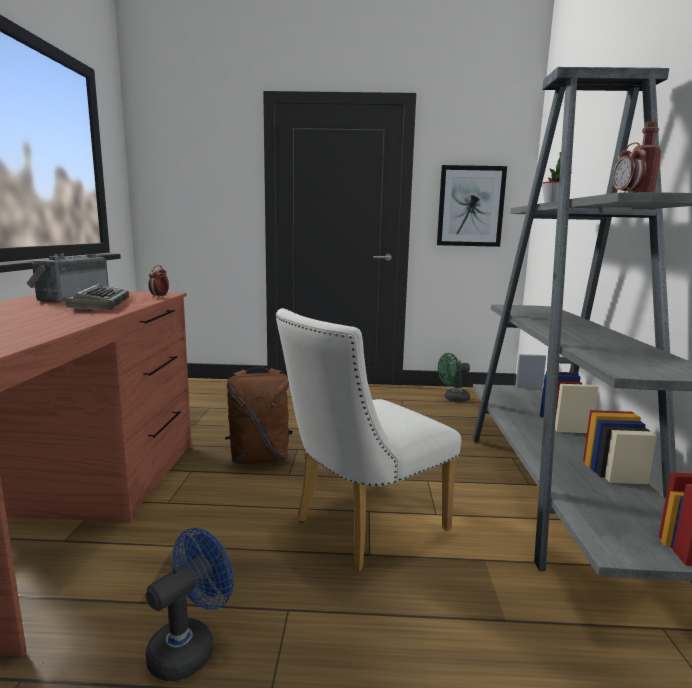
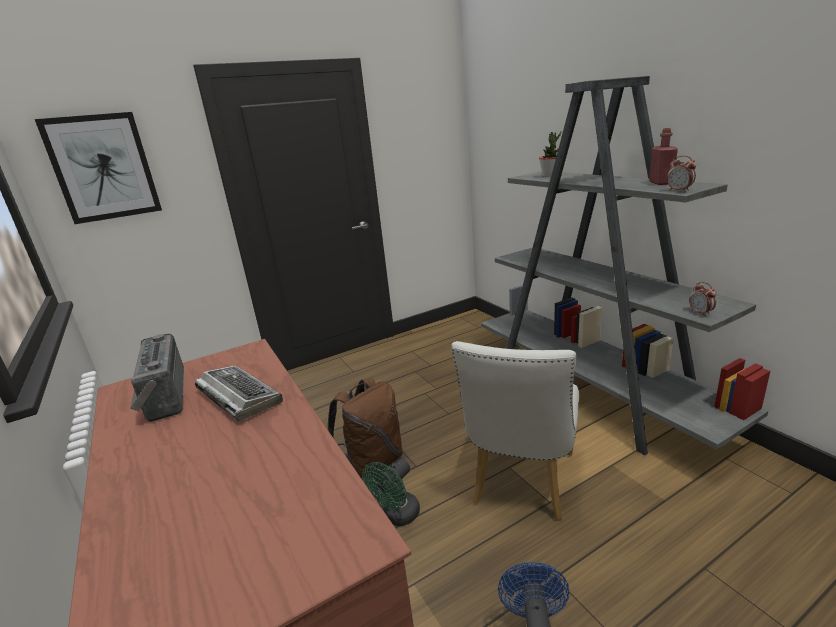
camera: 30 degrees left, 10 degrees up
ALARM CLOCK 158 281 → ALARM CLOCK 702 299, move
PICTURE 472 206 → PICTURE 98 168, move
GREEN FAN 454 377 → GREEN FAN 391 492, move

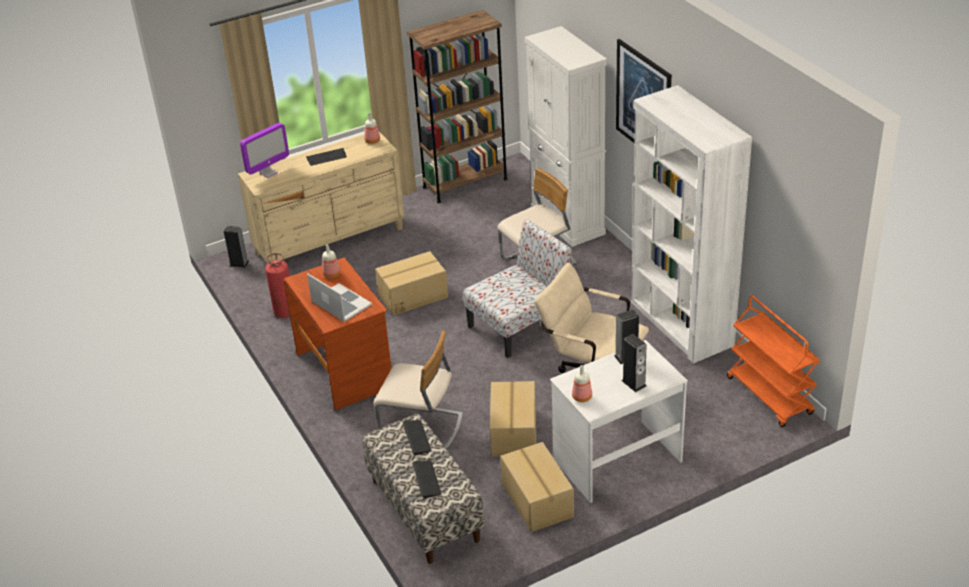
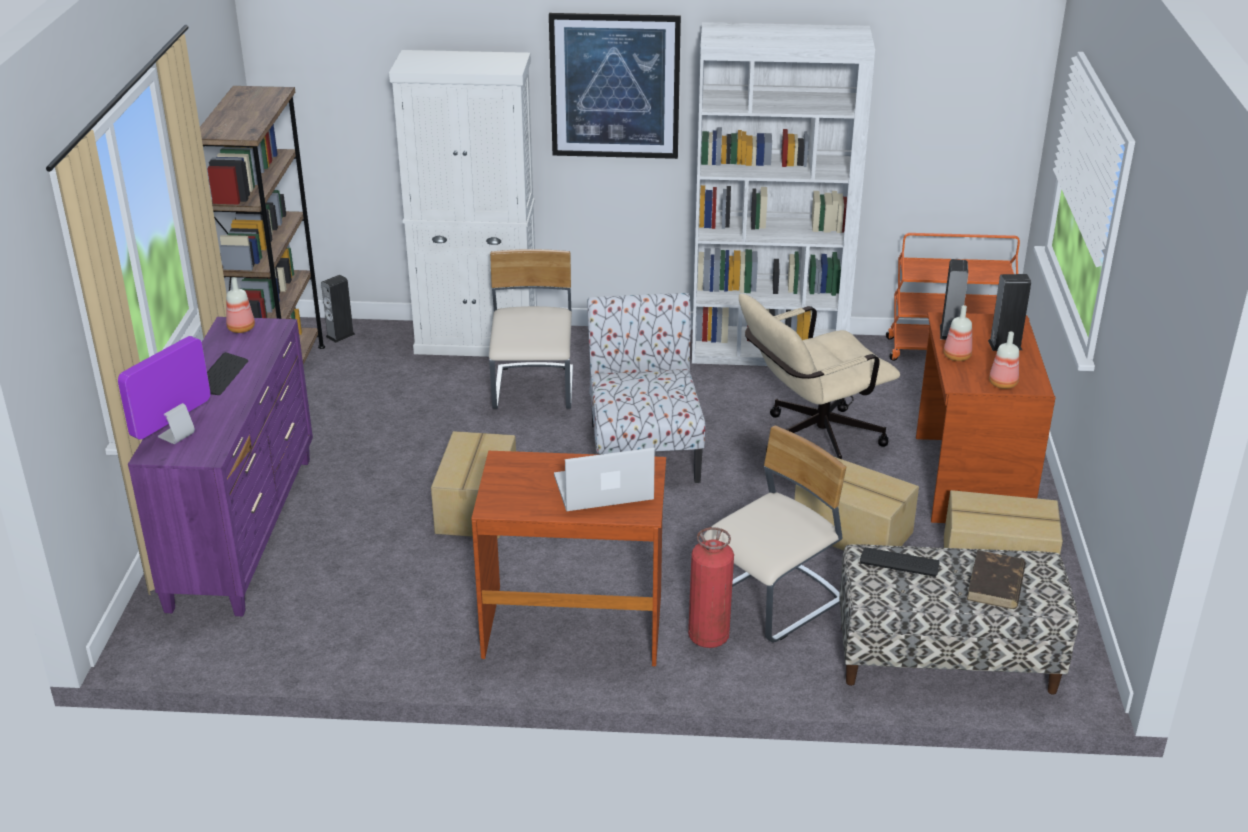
camera: 60 degrees left, 5 degrees down
SPEAKER 236 247 → SPEAKER 338 309, move
FIRE EXTINGUISHER 277 285 → FIRE EXTINGUISHER 711 587, move
BOTTLE 331 261 → BOTTLE 957 333, move
KEYBOARD 427 479 → BROWN BOOK 996 579
BEIGE DRESSER 321 198 → PURPLE DRESSER 220 466
WHITE DESK 619 421 → BROWN DESK 986 417
MONITOR 264 150 → MONITOR 164 390, 135 degrees counterclockwise

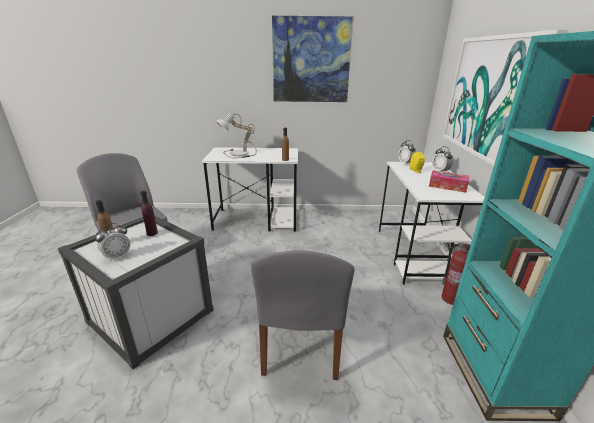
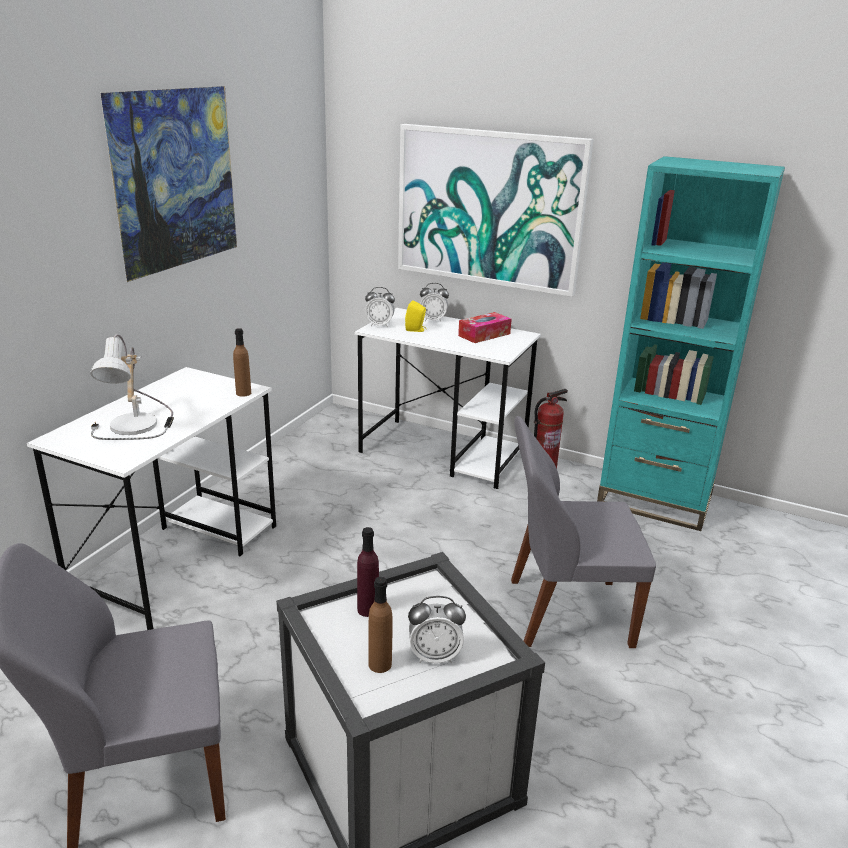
camera: 65 degrees left, 0 degrees up
ALARM CLOCK 113 242 → ALARM CLOCK 437 629, 105 degrees clockwise
GREY CHAIR 302 315 → GREY CHAIR 583 532, 150 degrees clockwise

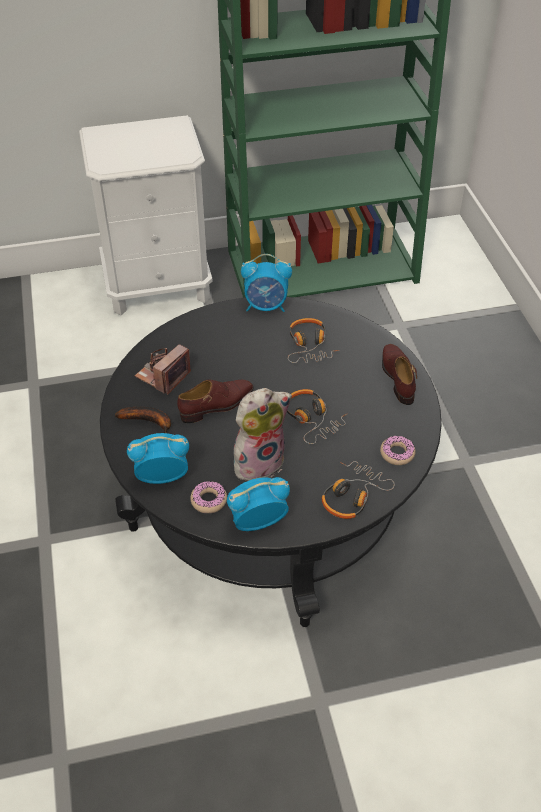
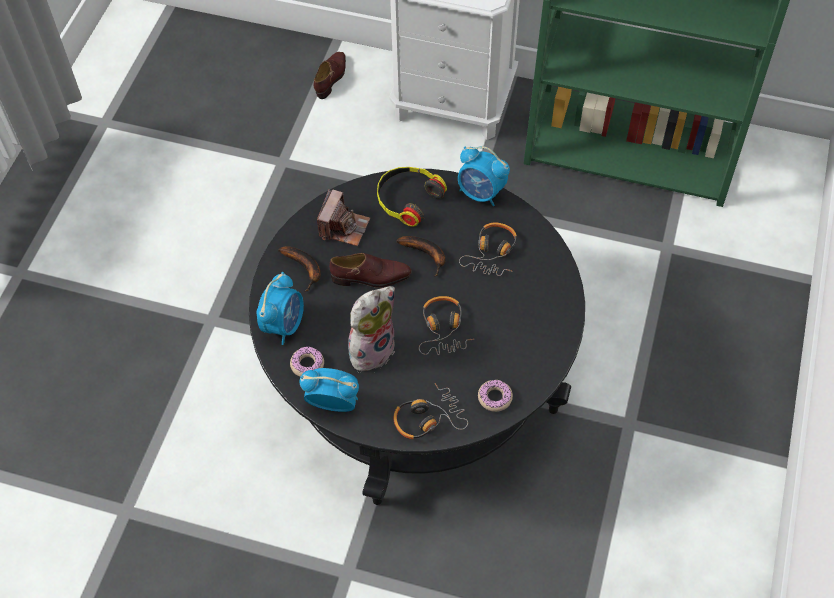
camera: 30 degrees right, 10 degrees up
- → HEADPHONES 412 197
- → BANANA 421 256
BROWN SHOE 399 374 → BROWN SHOE 329 75, move
ALARM CLOCK 158 458 → ALARM CLOCK 280 308, 90 degrees clockwise
PHOTO CAMERA 163 369 → PHOTO CAMERA 343 217, 135 degrees clockwise
PLUSH TOY 262 434 → PLUSH TOY 371 331, 45 degrees counterclockwise

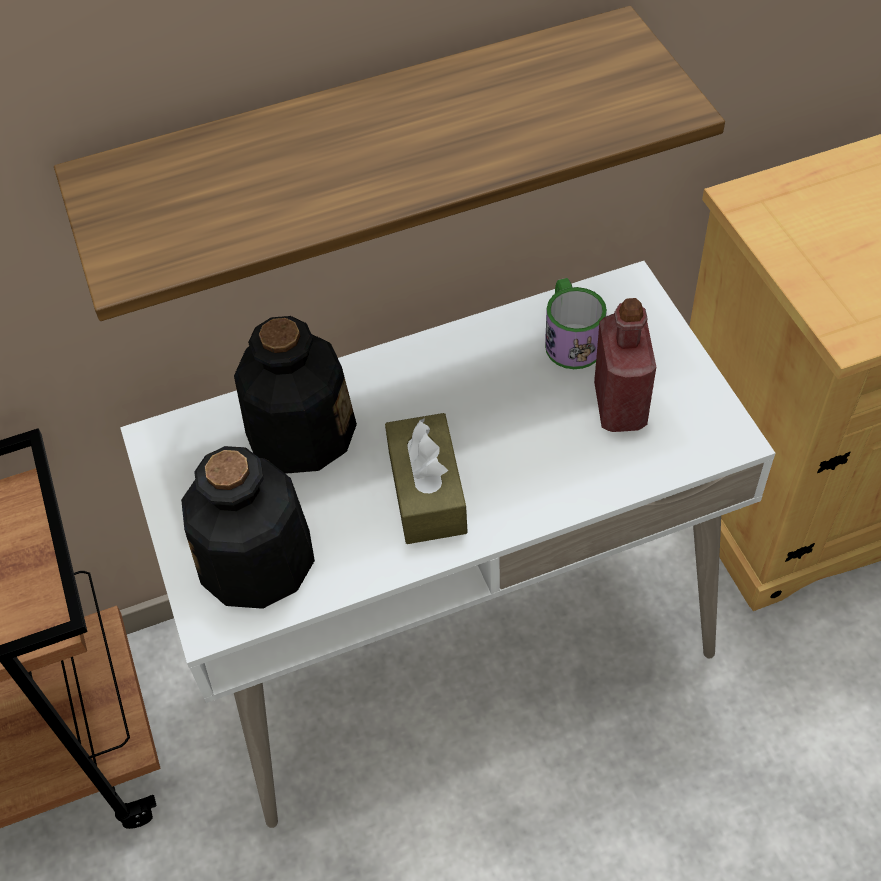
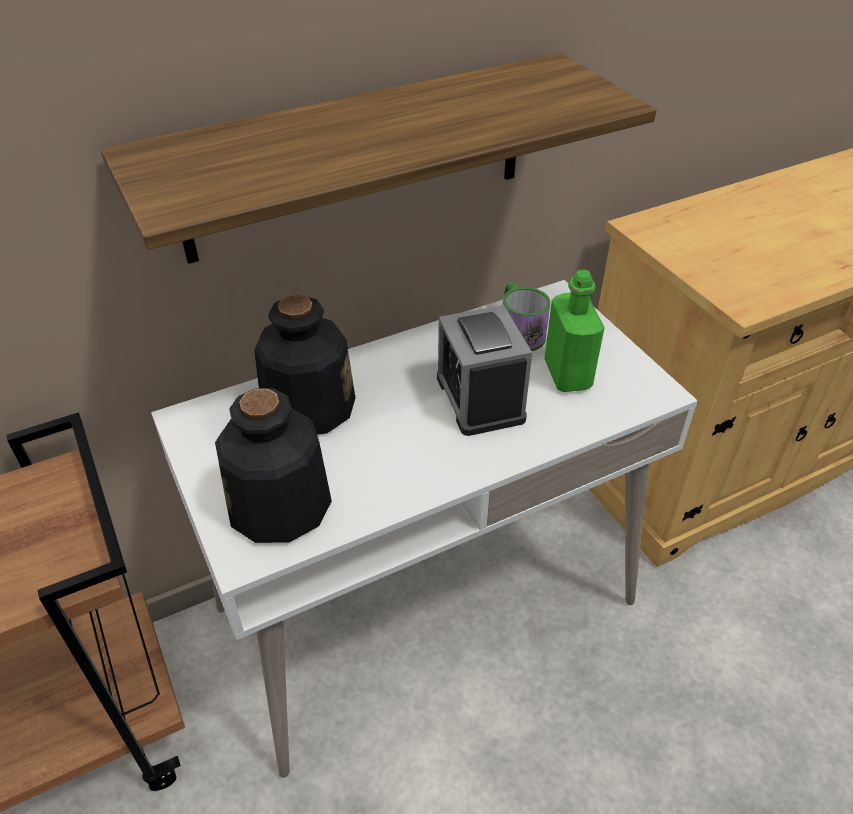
camera: 10 degrees left, 10 degrees down
BROWN TISSUE BOX 426 478 → -
- → ALARM CLOCK 484 370
RED BOTTLE 625 365 → GREEN BOTTLE 574 331

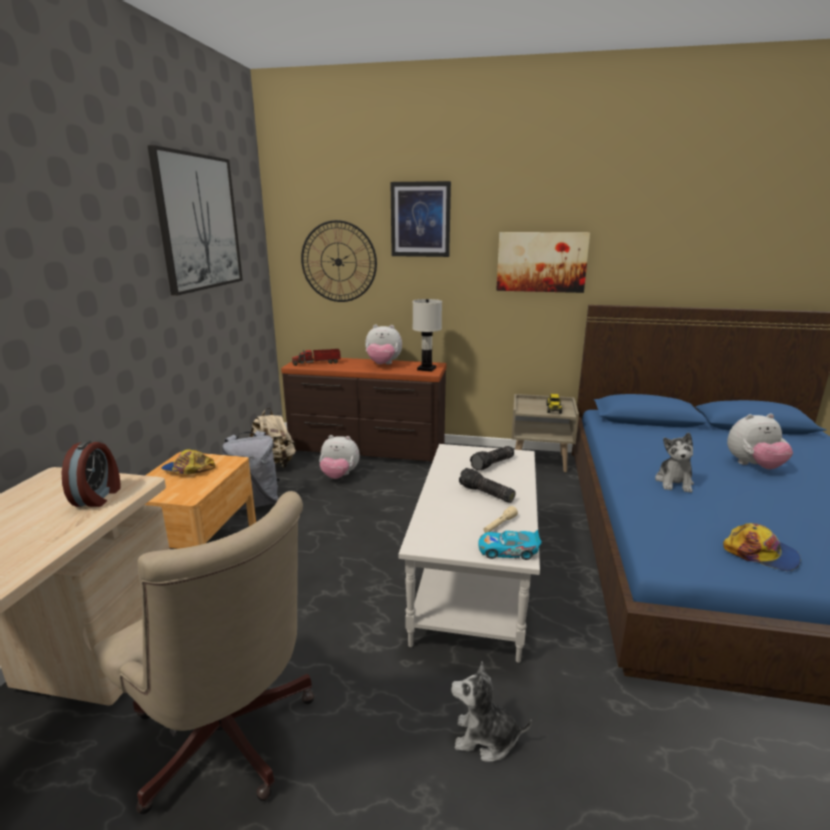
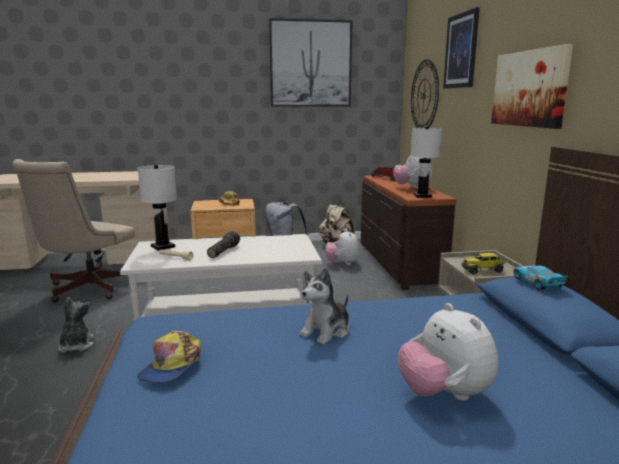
camera: 70 degrees right, 5 degrees down
ALARM CLOCK 91 473 → -
FLASHLIGHT 492 458 → -
- → WHITE TABLE LAMP 157 208
TOY CAR 510 545 → TOY CAR 540 277, move
PLUSH TOY 674 463 → PLUSH TOY 324 306, 45 degrees counterclockwise

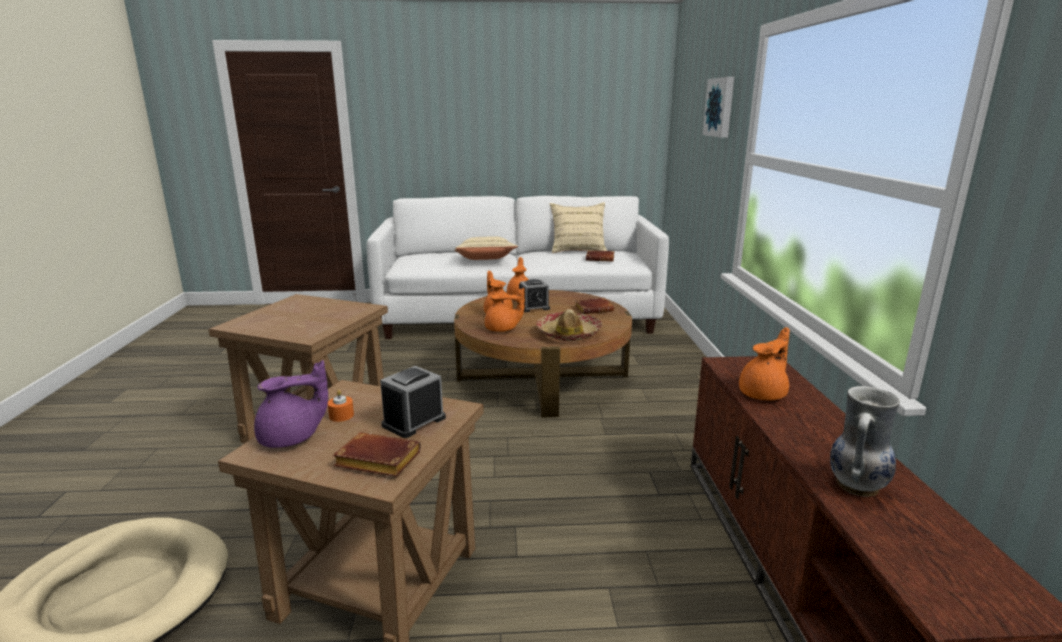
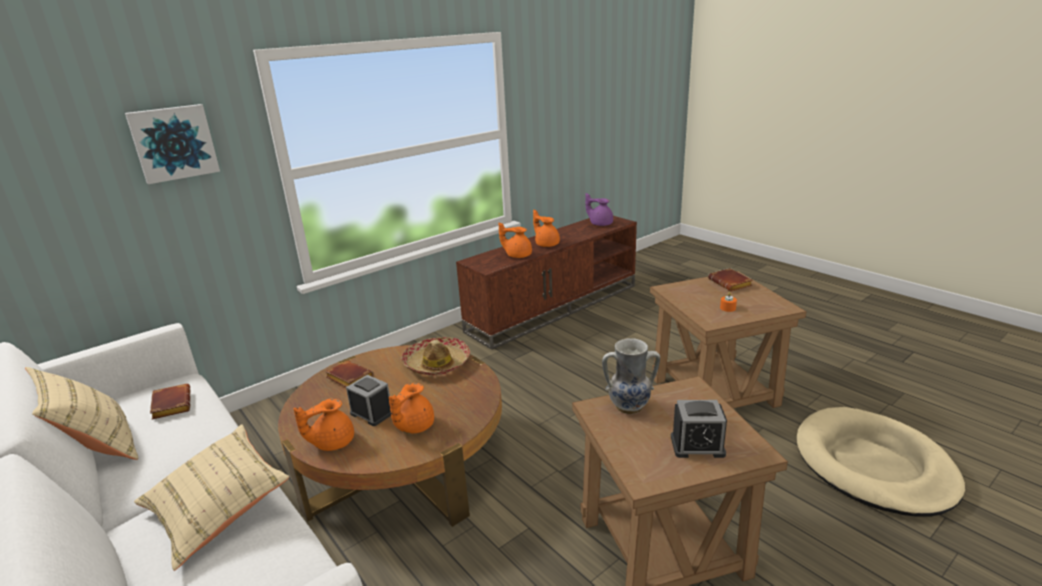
camera: 125 degrees left, 5 degrees up
PURPLE TEAPOT 291 404 → PURPLE TEAPOT 599 209, move
ALARM CLOCK 413 402 → ALARM CLOCK 699 429, move
ORANGE TEAPOT 505 310 → ORANGE TEAPOT 546 228, move
VASE 865 441 → VASE 631 376, move

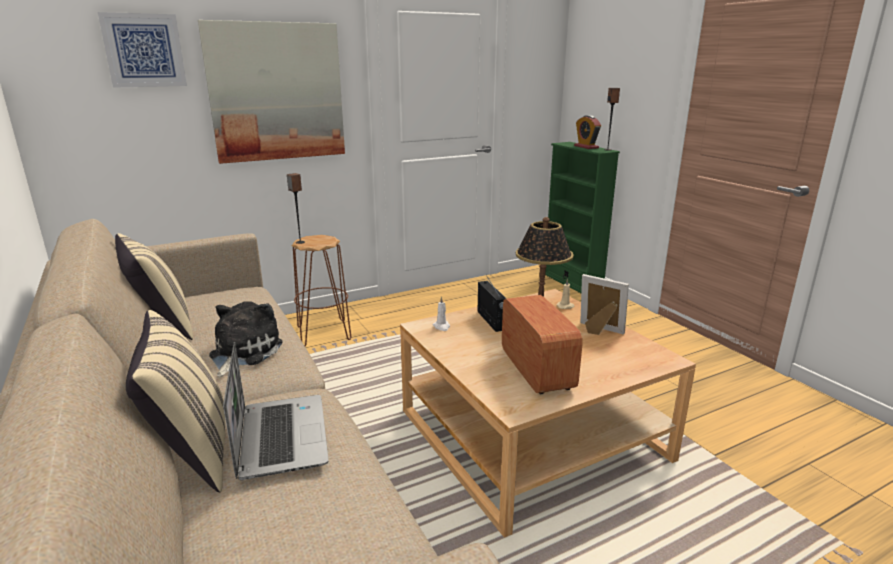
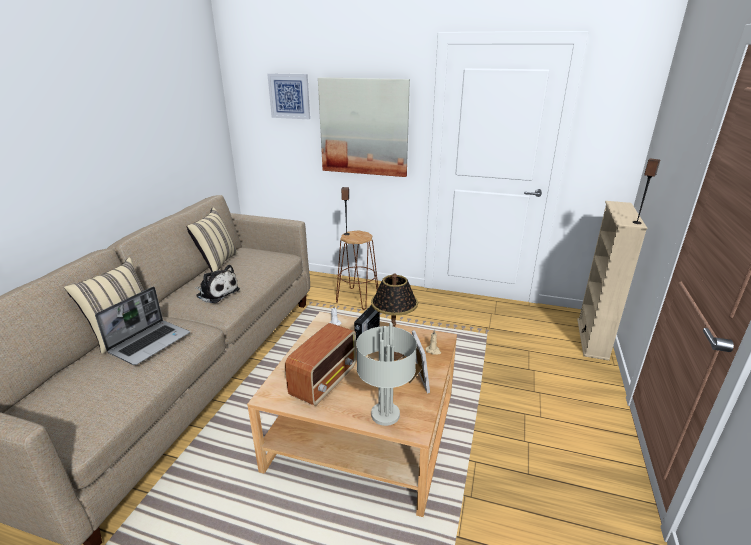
camera: 45 degrees right, 5 degrees up
ALARM CLOCK 587 132 → -
- → GREY TABLE LAMP 386 374
GREEN BOOKCASE 582 217 → BEIGE BOOKCASE 612 281
PLUSH TOY 246 339 → PLUSH TOY 217 284, 60 degrees clockwise

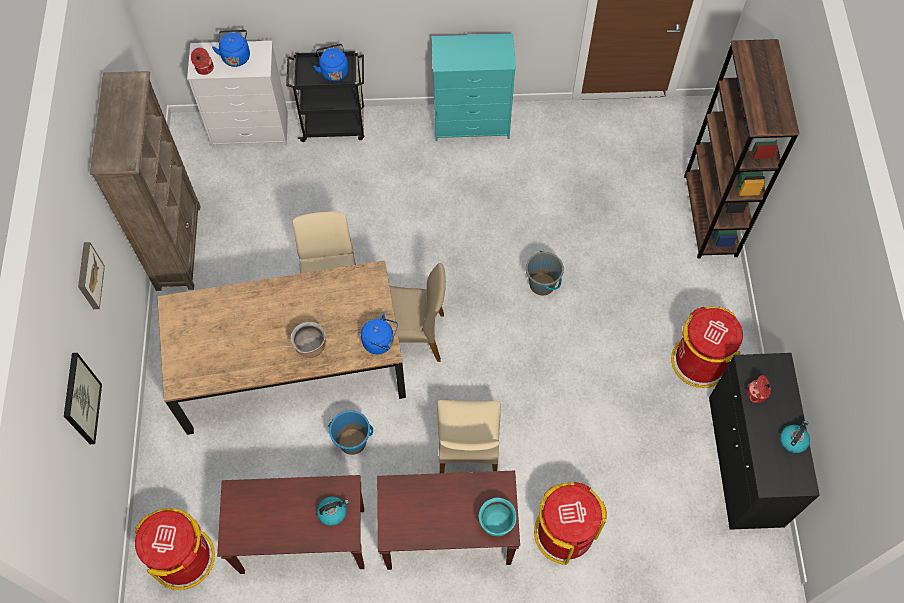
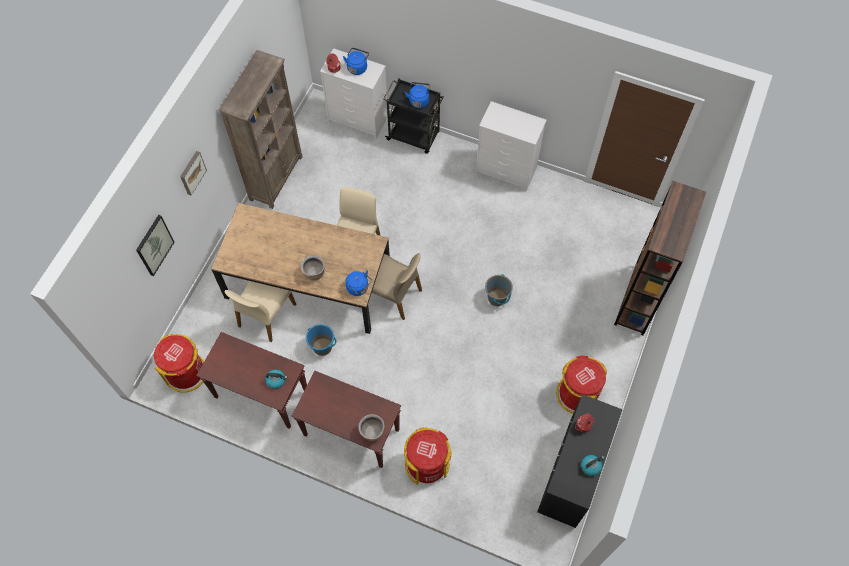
camera: 25 degrees right, 0 degrees up
BEIGE CHAIR 469 436 → BEIGE CHAIR 260 311, move
TURQUOISE DRESSER 474 87 → WHITE DRESSER 511 146
TURQUOISE COOKING POT 497 516 → BROWN COOKING POT 371 427

